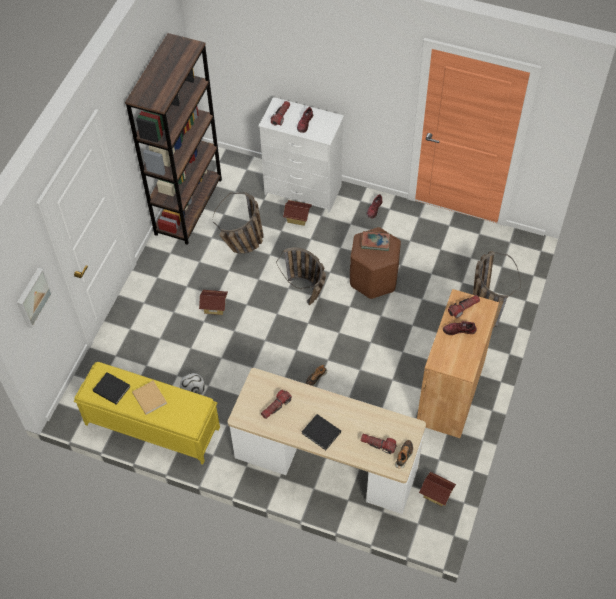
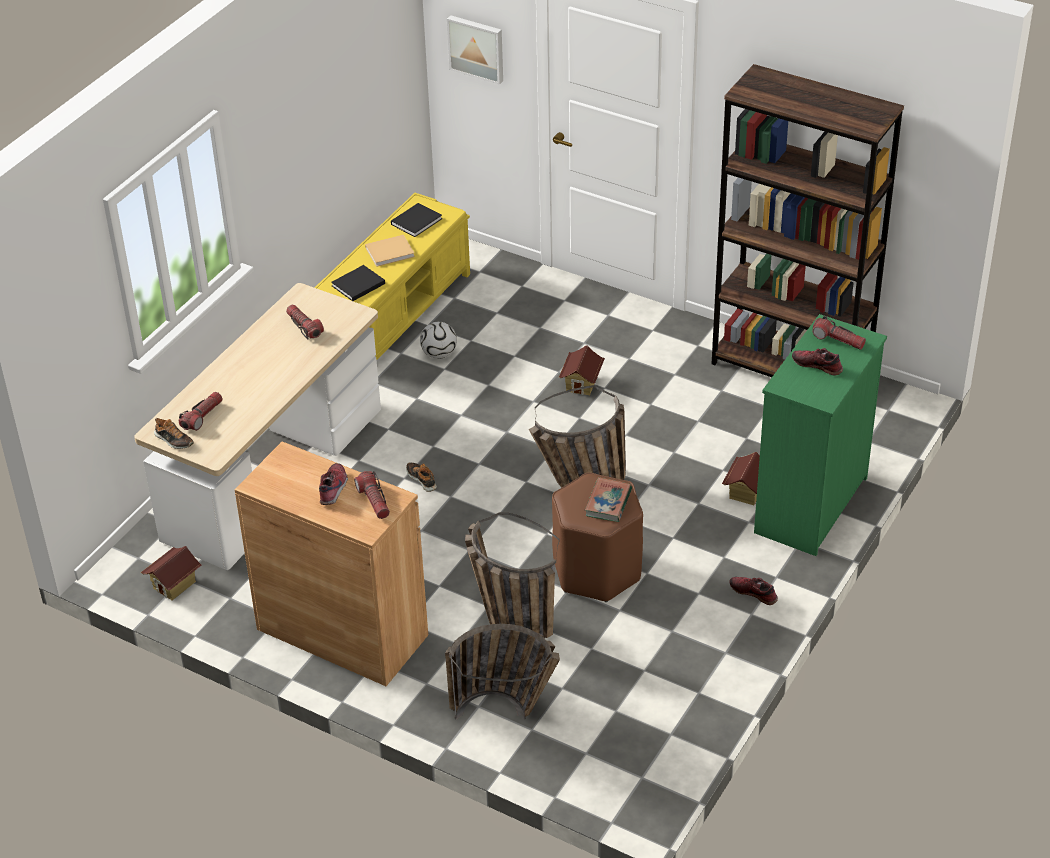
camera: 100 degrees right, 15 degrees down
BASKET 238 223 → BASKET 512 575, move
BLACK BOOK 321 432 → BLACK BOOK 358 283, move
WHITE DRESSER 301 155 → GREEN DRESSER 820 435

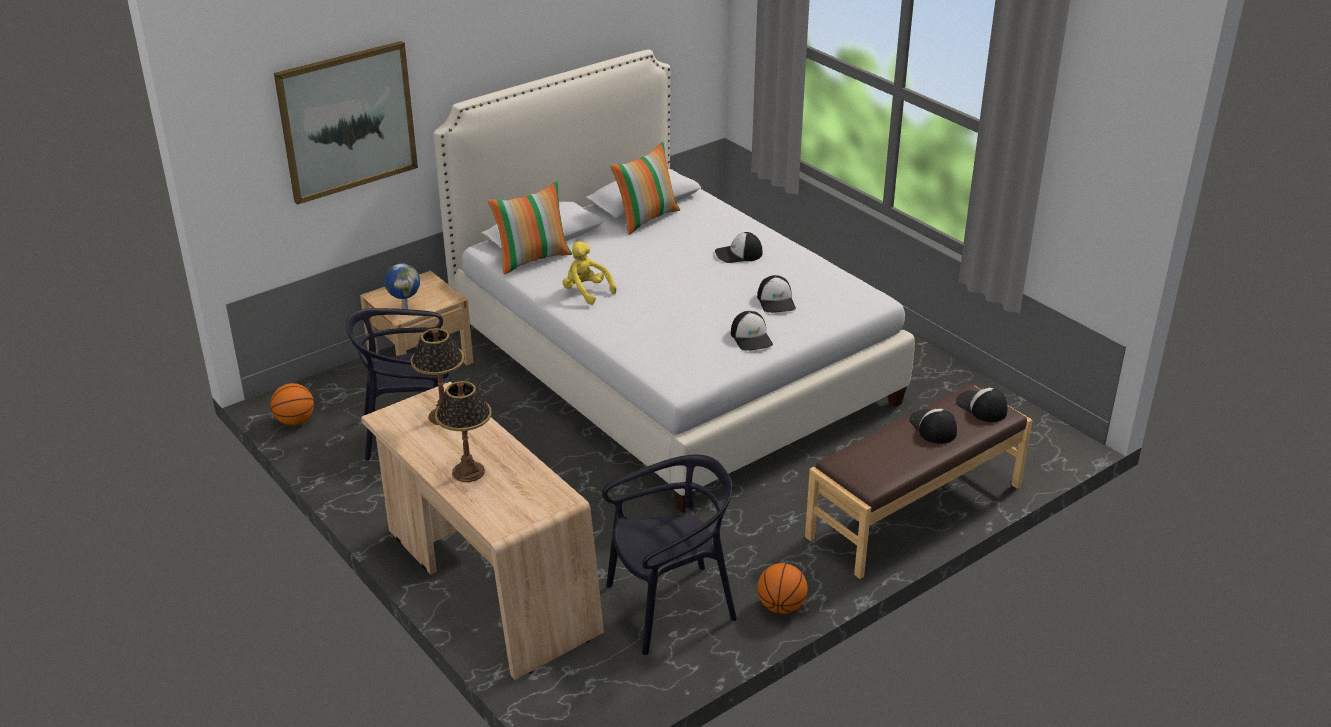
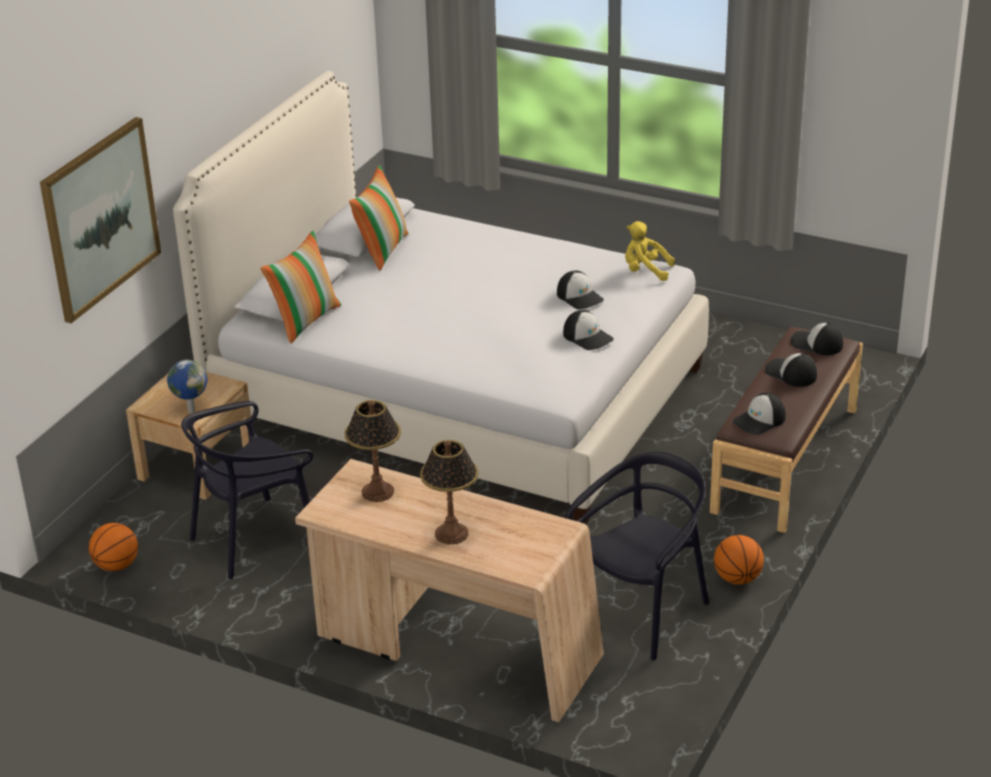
camera: 25 degrees left, 0 degrees up
YELLOW PLUSH TOY 589 273 → YELLOW PLUSH TOY 650 251, move
CAP 738 247 → CAP 759 414, move

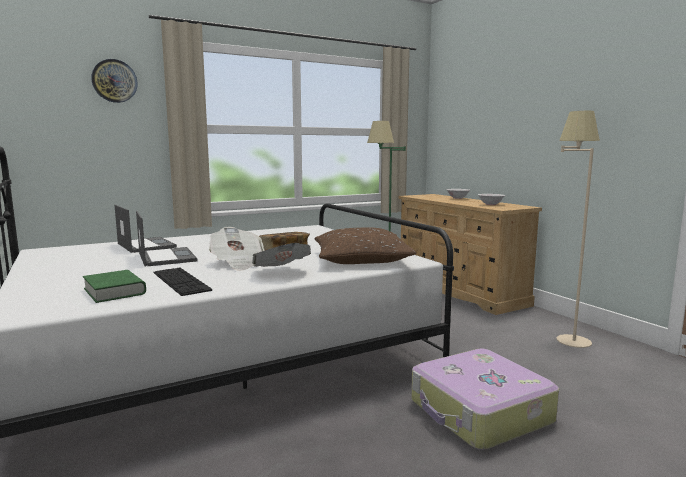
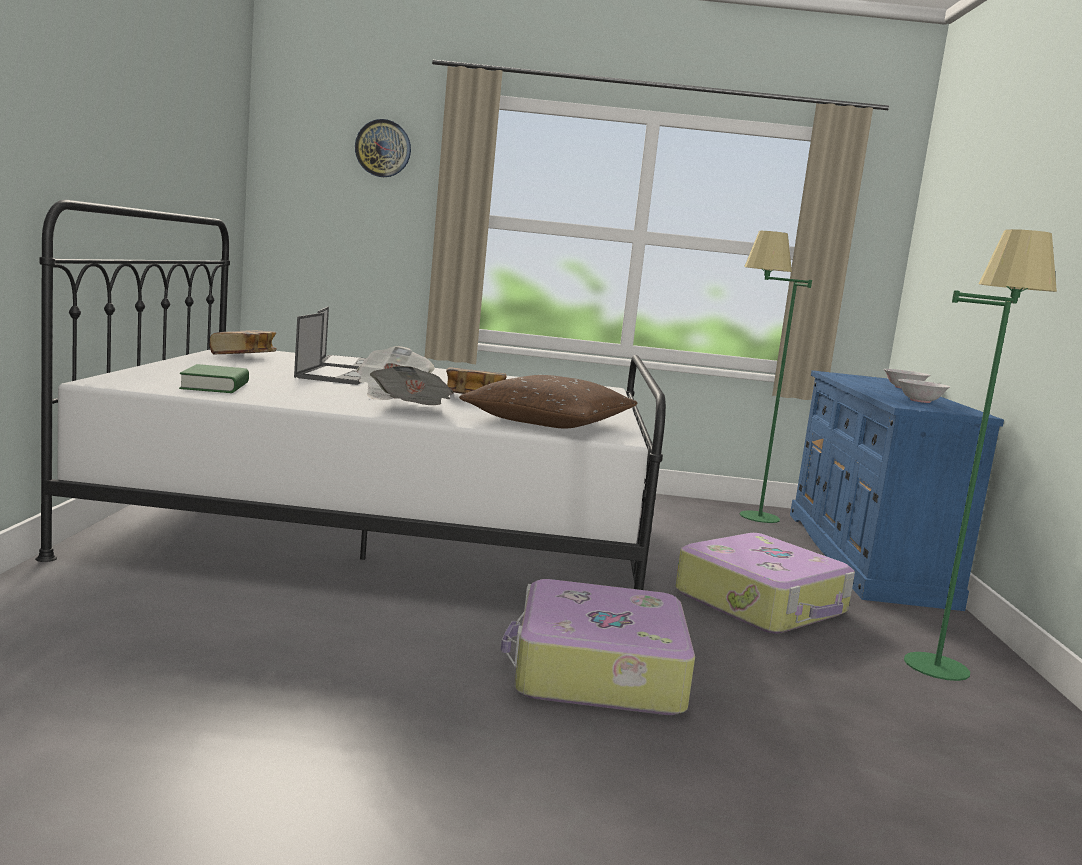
camera: 30 degrees right, 0 degrees up
KEYBOARD 183 282 → -
- → BOOK 243 342
- → SUITCASE 765 583
BEIGE DRESSER 470 254 → BLUE DRESSER 897 490
BEIGE FLOOR LAMP 578 229 → GREEN FLOOR LAMP 980 455

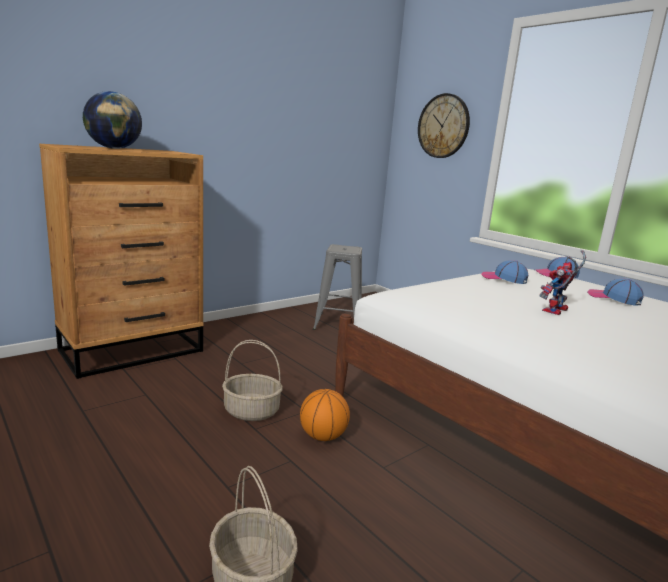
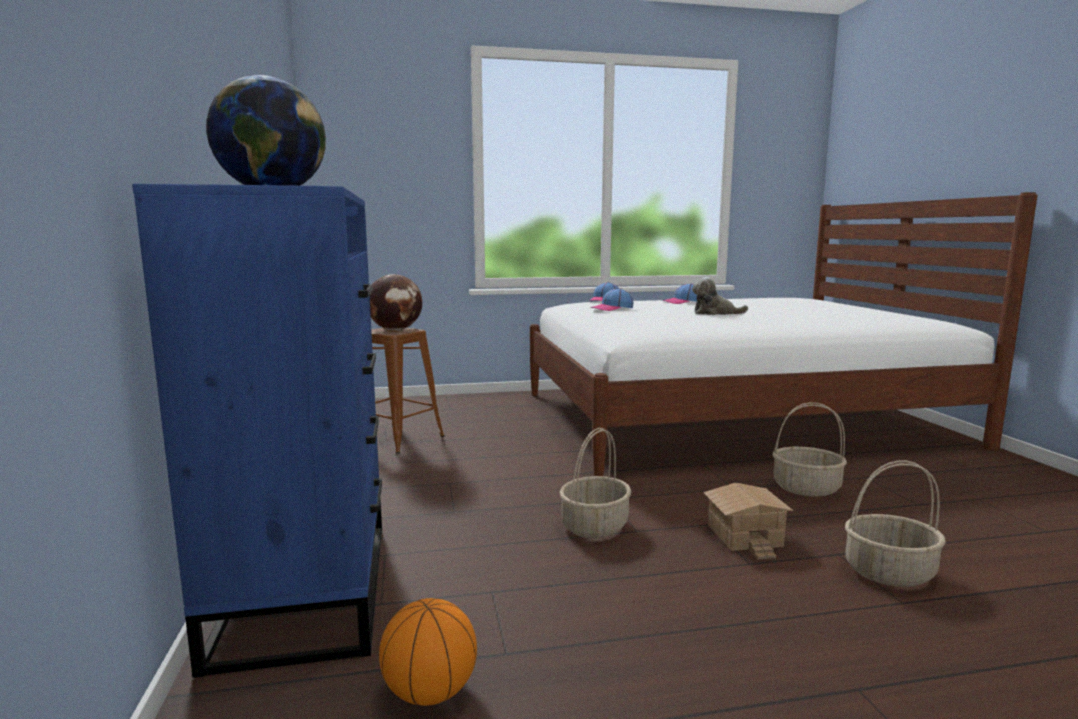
camera: 60 degrees left, 5 degrees down
WALL CLOCK 444 125 → -
- → GLOBE 396 302
- → TOY HOUSE 748 521
- → BASKET 810 449
BASKETBALL 325 415 → BASKETBALL 428 652, move
TOY ROBOT 562 282 → PLUSH TOY 720 296
BROWN DRESSER 121 261 → BLUE DRESSER 257 431
GREY STOOL 337 287 → BROWN STOOL 408 391

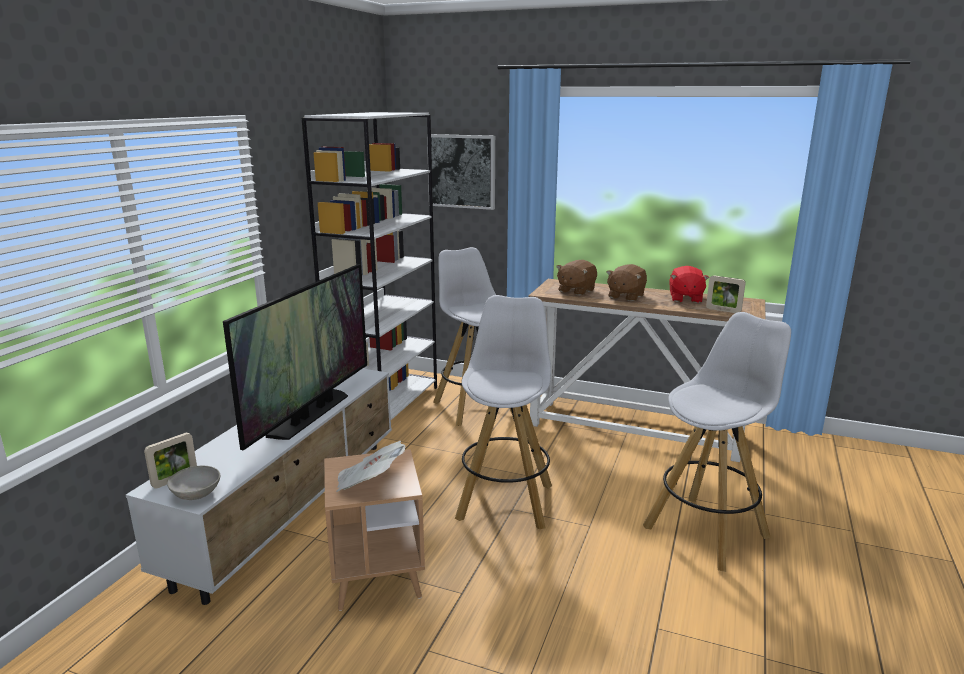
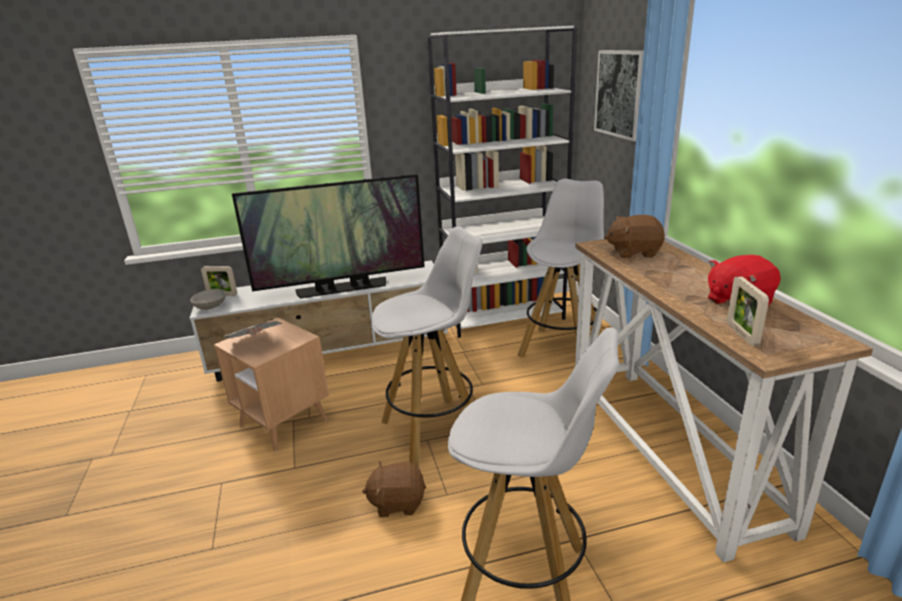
camera: 55 degrees right, 5 degrees up
BROWN PLUSH TOY 626 282 → BROWN PLUSH TOY 394 489, move

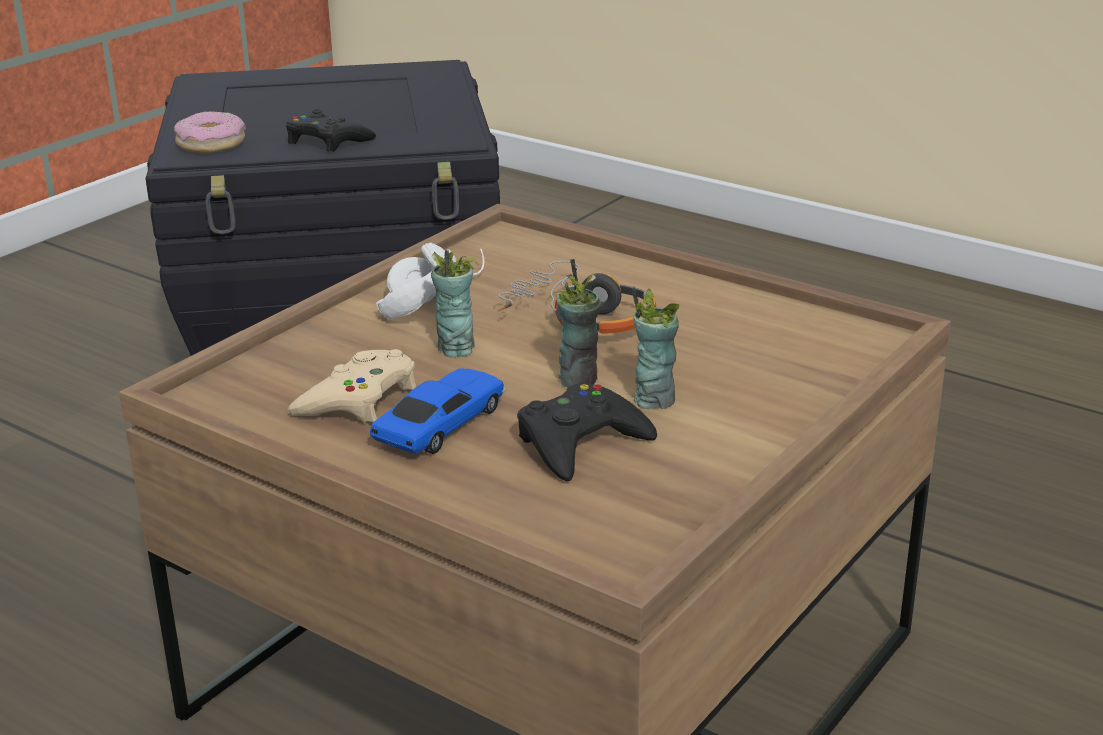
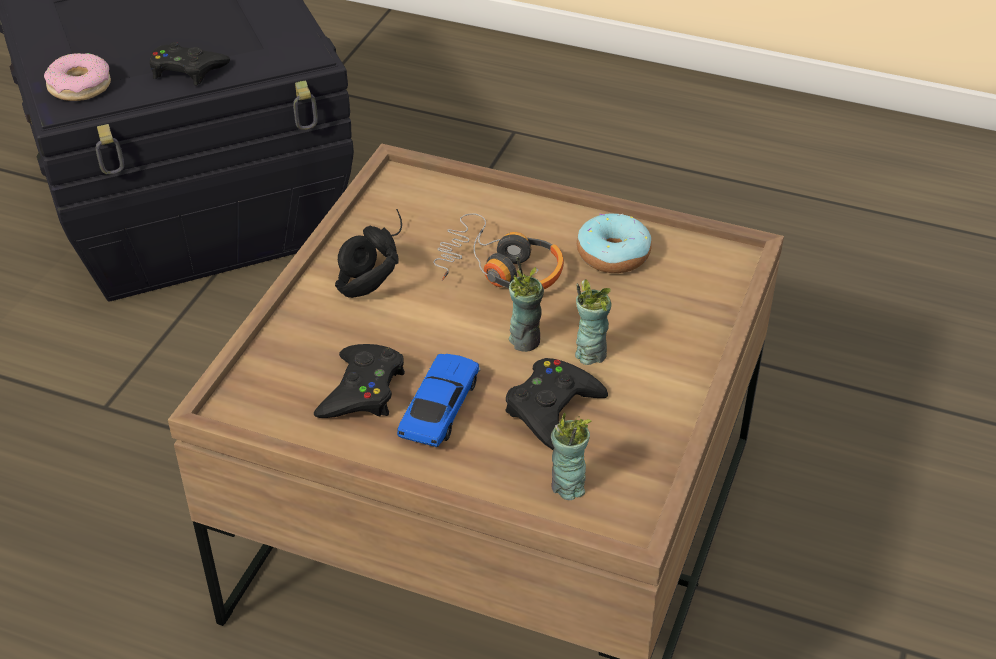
camera: 15 degrees left, 15 degrees up
- → DONUT 614 243
CUP 453 304 → CUP 571 456, move
BEIGE GAME CONTROLLER 352 386 → BLACK GAME CONTROLLER 359 381
WHITE HEADPHONES 430 280 → BLACK HEADPHONES 368 253

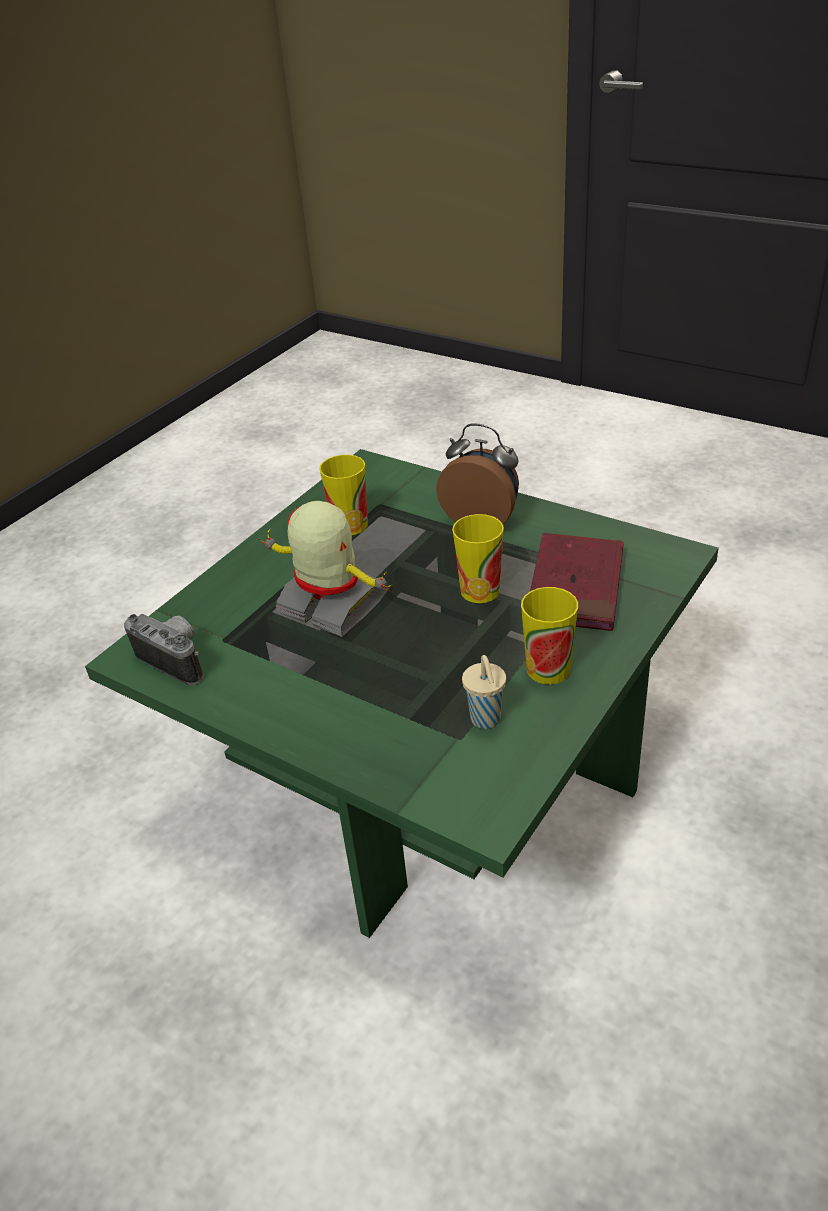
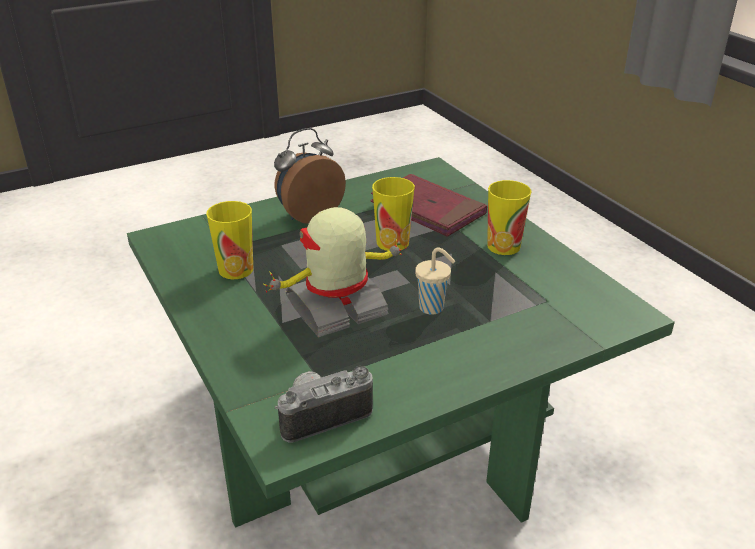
camera: 65 degrees left, 5 degrees down
BEIGE CUP 484 692 → BEIGE CUP 435 281, move

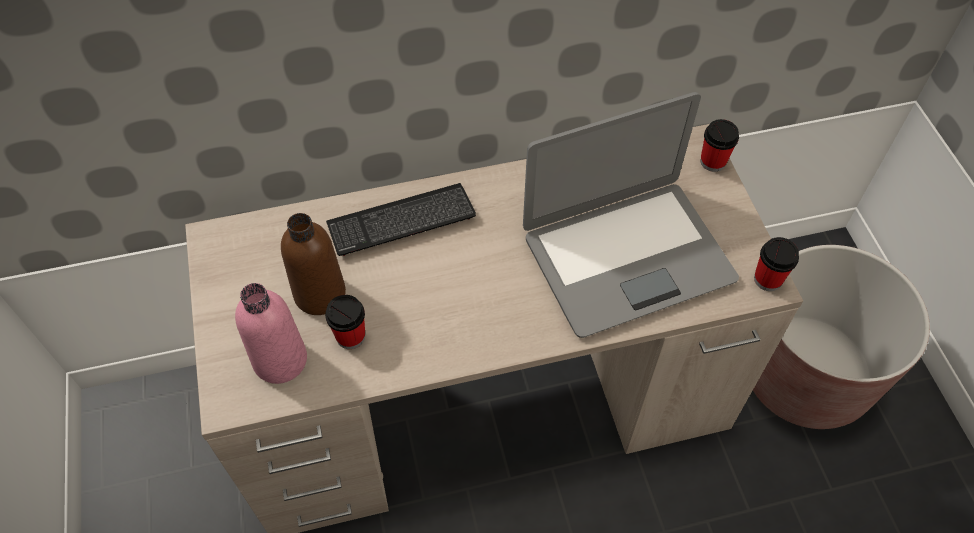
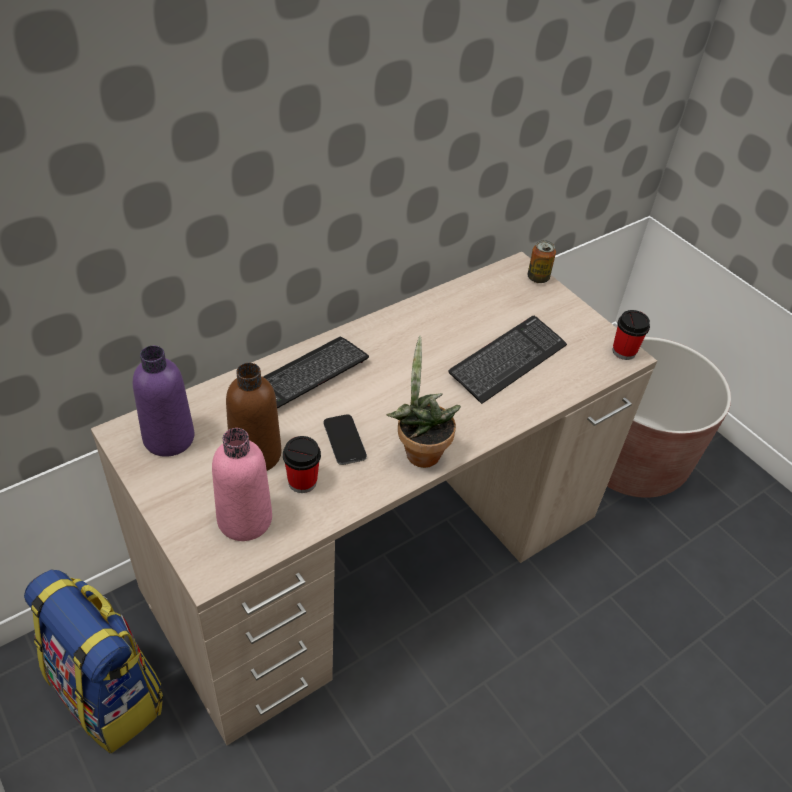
camera: 25 degrees left, 10 degrees down
- → BACKPACK 93 661
- → PURPLE BOTTLE 163 401
- → PHONE 345 439
- → POTTED PLANT 423 402
LAPTOP 631 215 → KEYBOARD 507 360
CUP 719 145 → CAN 542 261

